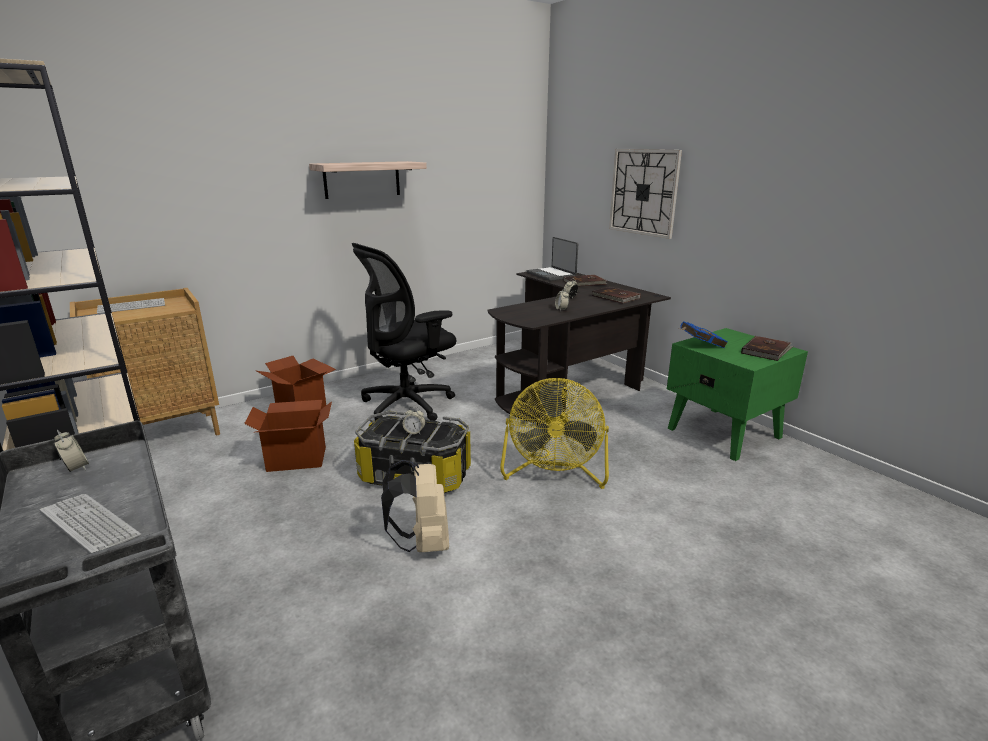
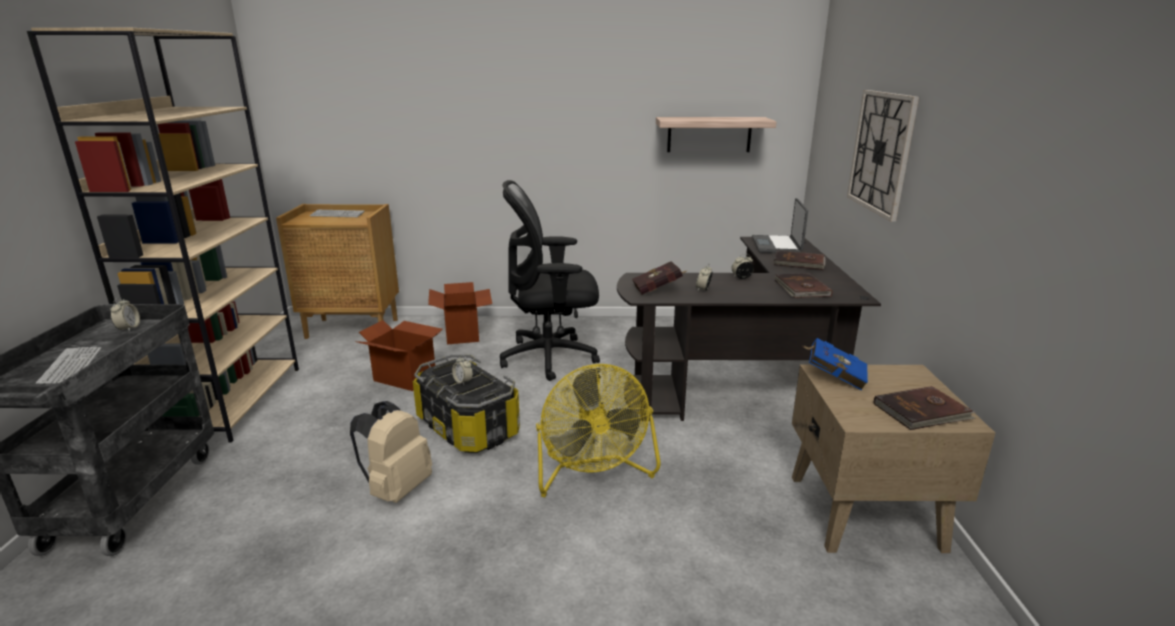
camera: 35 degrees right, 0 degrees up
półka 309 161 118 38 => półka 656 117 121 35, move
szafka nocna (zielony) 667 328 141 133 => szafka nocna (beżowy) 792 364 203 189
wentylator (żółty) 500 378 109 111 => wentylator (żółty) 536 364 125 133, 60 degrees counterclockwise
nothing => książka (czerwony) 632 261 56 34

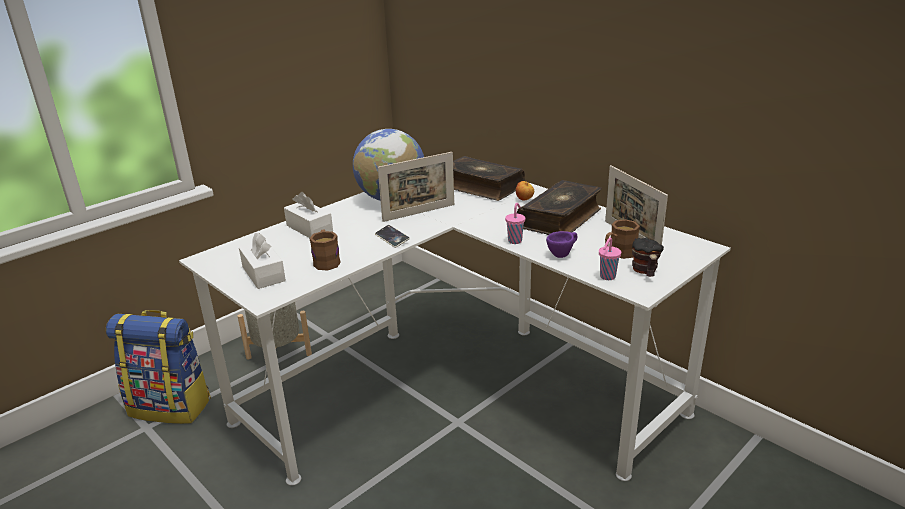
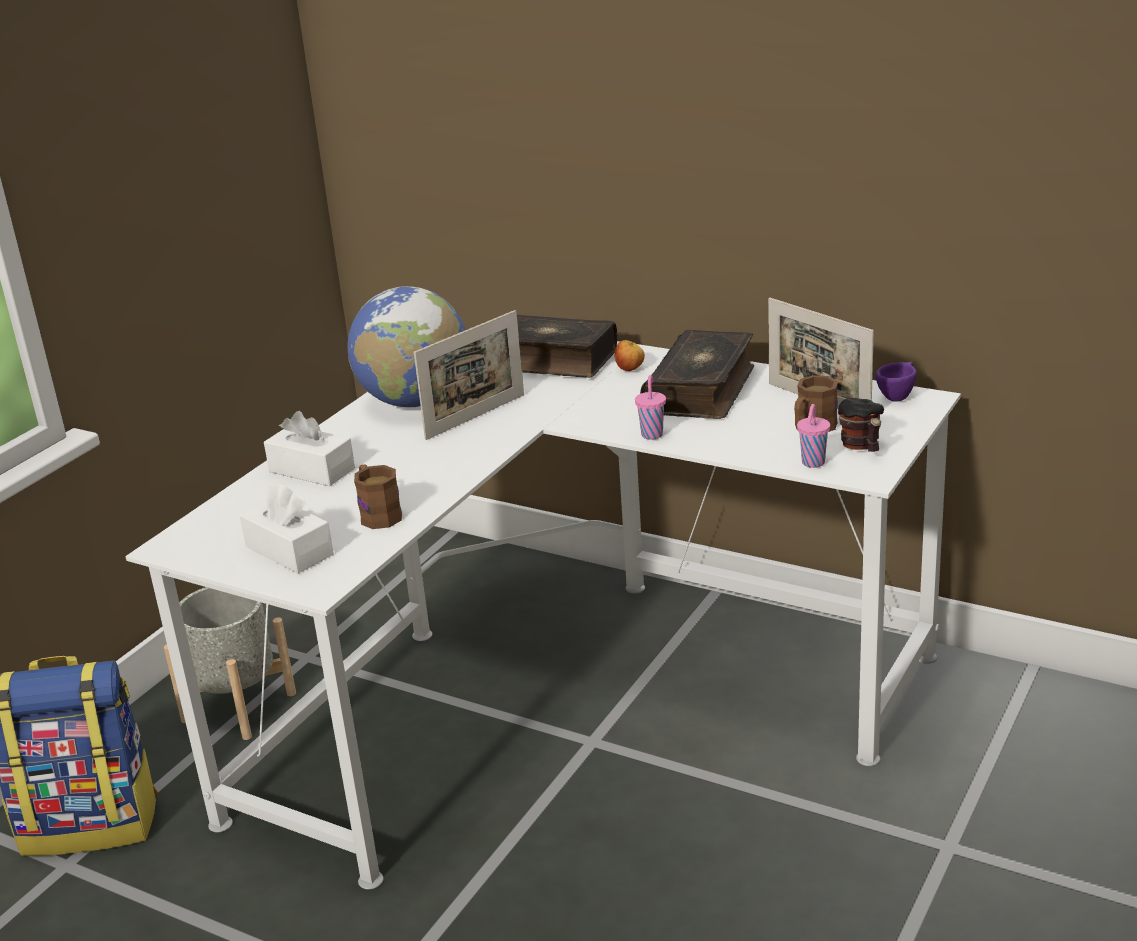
camera: 15 degrees left, 0 degrees up
telefon 375 225 35 23 => nothing
filiżanka (fioletowy) 546 231 31 27 => filiżanka (fioletowy) 876 362 40 40, move

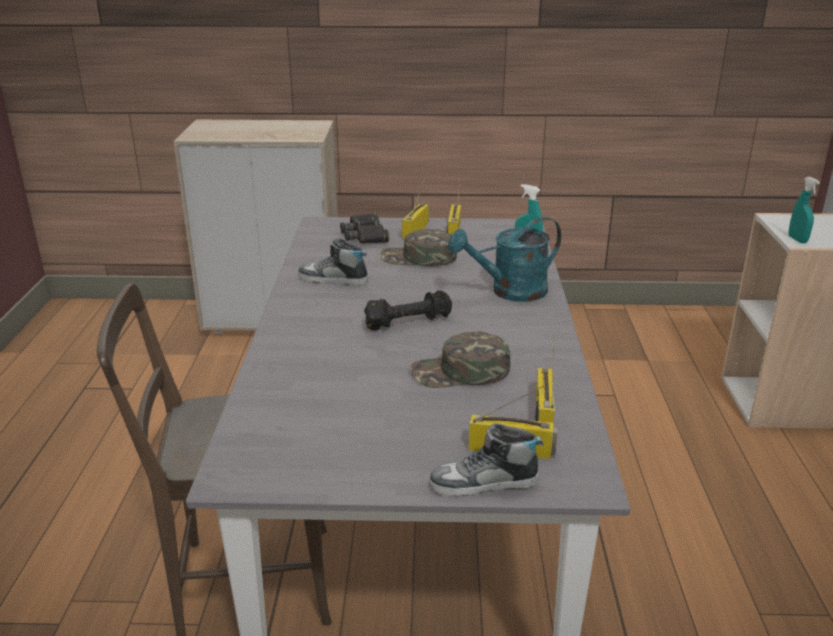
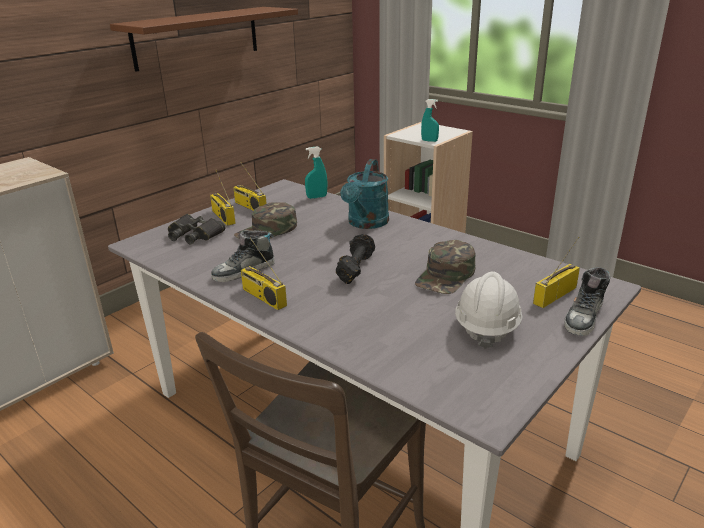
camera: 50 degrees left, 0 degrees up
radio 535 334 20 89 => radio 241 237 46 73, move
nothing => półka (brązowy) 110 7 188 65
nothing => kask (biały) 455 271 68 78

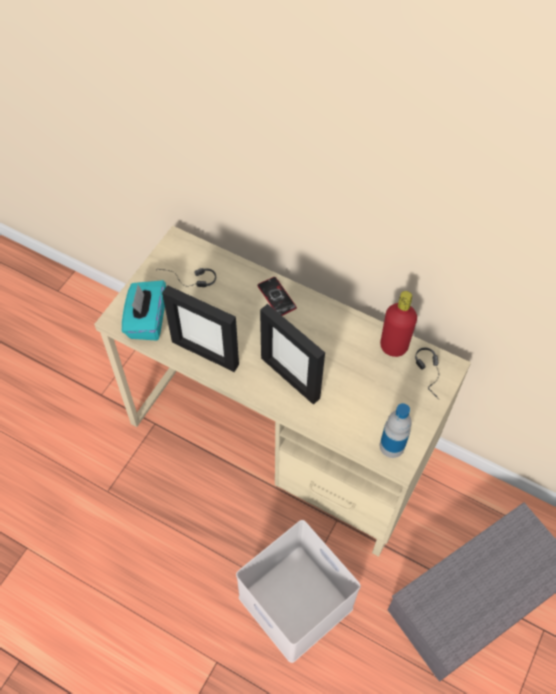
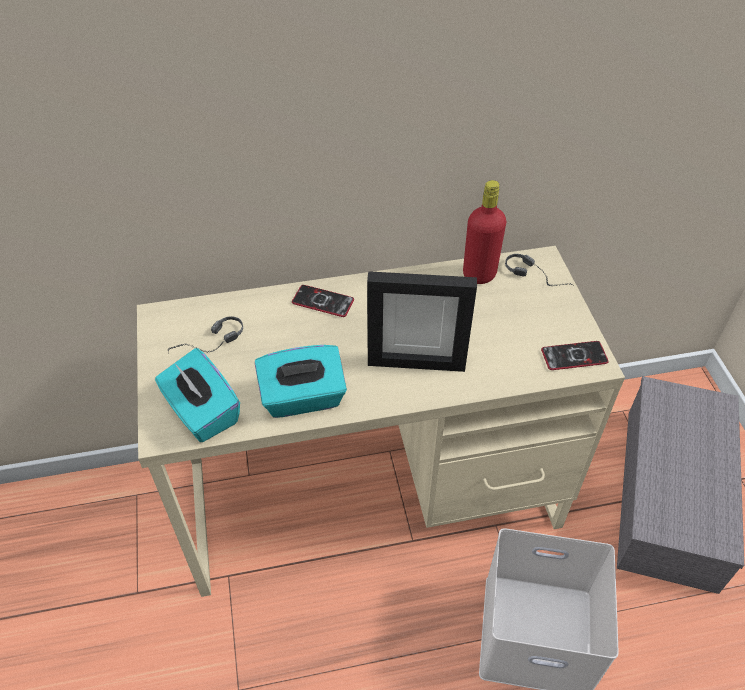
camera: 40 degrees left, 10 degrees down
ramka na zdjęcie 162 285 77 87 => pudełko chusteczek (turkusowy) 255 345 92 73
butelka 380 403 32 55 => telefon 541 341 68 29

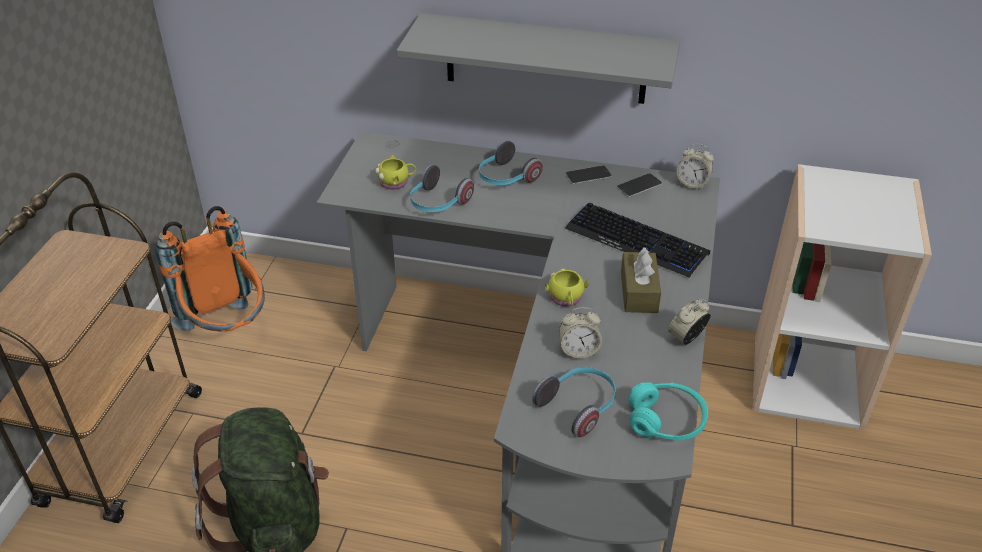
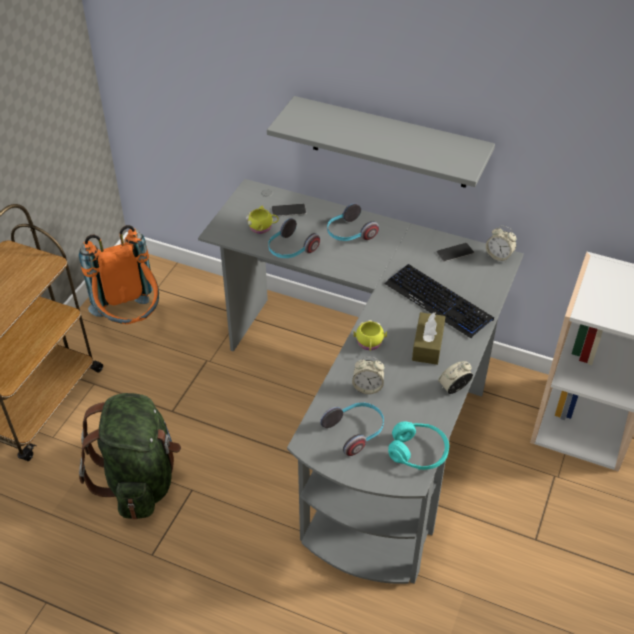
camera: 10 degrees right, 5 degrees up
telefon 565 165 47 19 => telefon 271 204 36 13, move

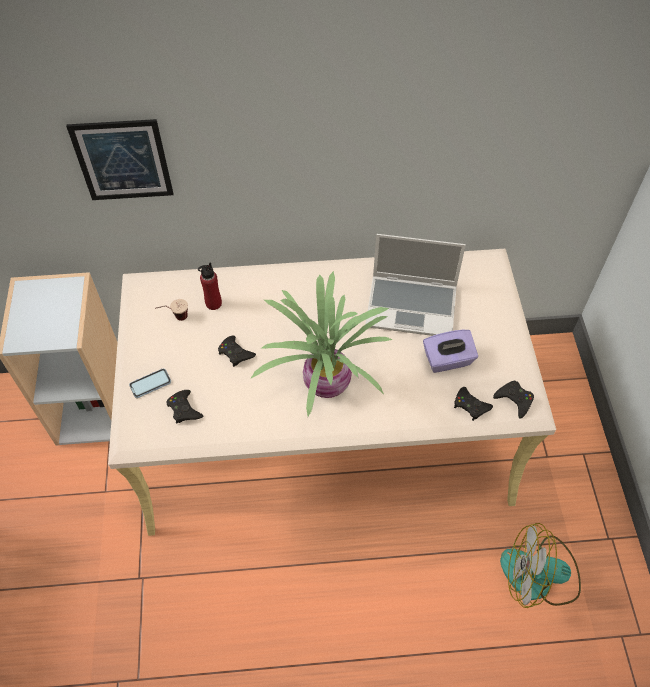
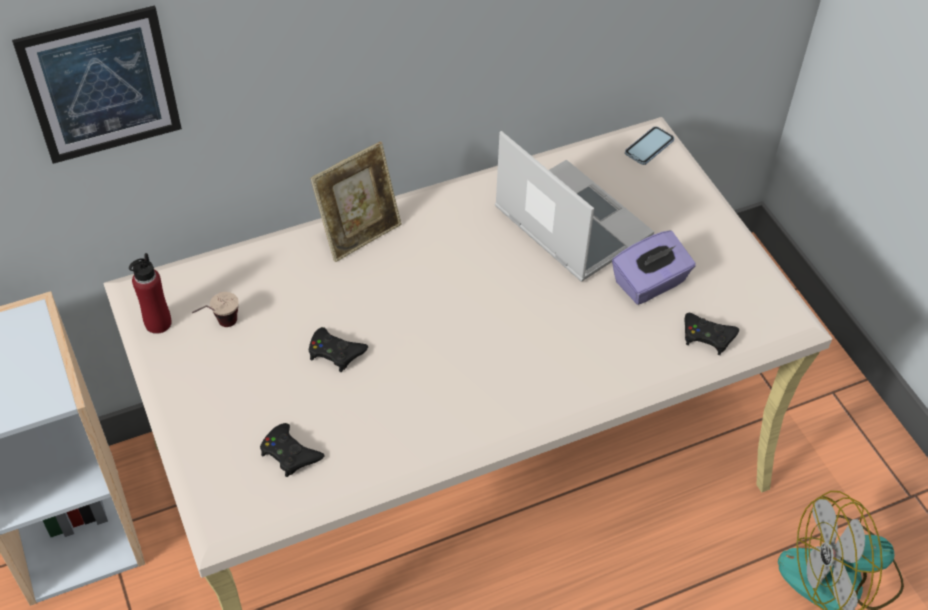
camera: 20 degrees left, 5 degrees down
laptop 365 234 101 102 => laptop 495 131 159 151, 120 degrees counterclockwise
butelka (czerwony) 198 262 24 48 => butelka (czerwony) 129 253 43 81, move
roślina doniczkowa 251 271 141 146 => nothing
telefon 129 369 42 29 => telefon 625 126 49 39, move
pad do gier (czarny) 493 381 41 38 => nothing
nothing => ramka na zdjęcie 310 141 92 121

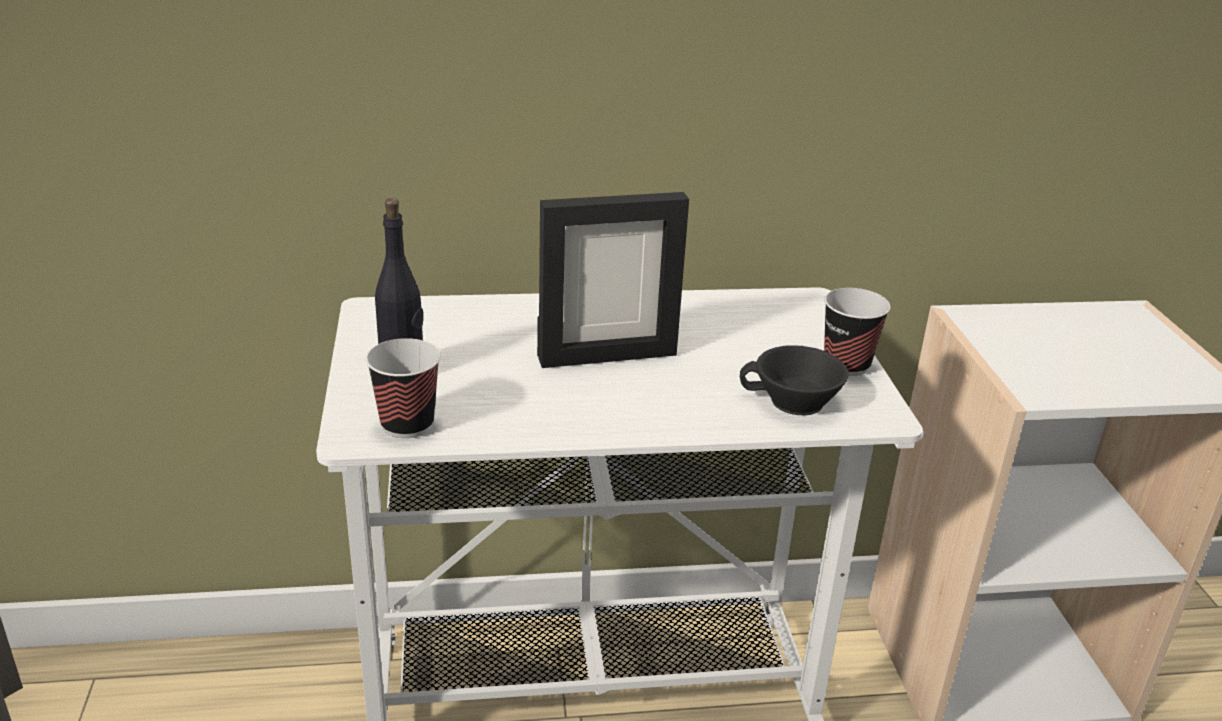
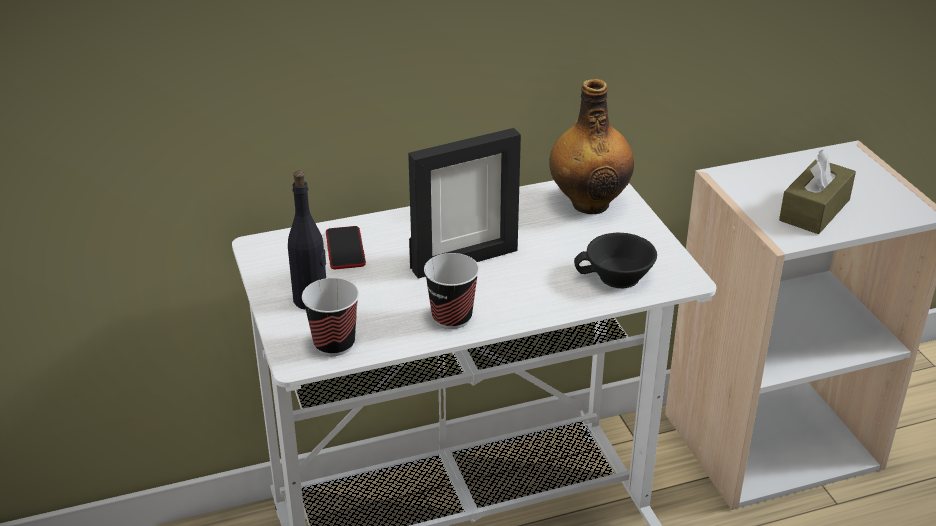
camera: 10 degrees left, 5 degrees up
filiżanka 824 288 67 88 => filiżanka 424 253 55 76, move
nothing => butelka 549 79 85 135
nothing => pudełko chusteczek (brązowy) 779 149 77 85
nothing => telefon 326 226 40 43

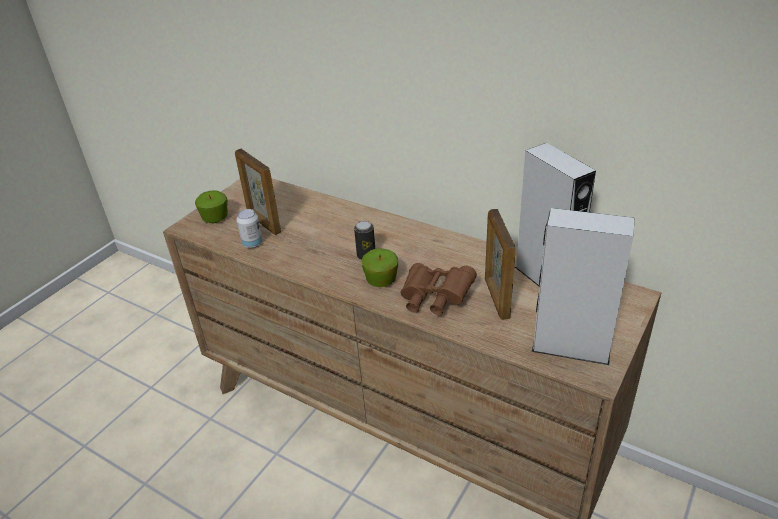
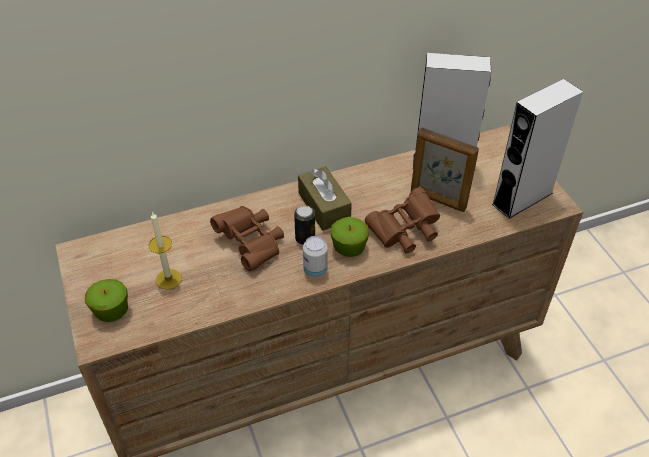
camera: 55 degrees left, 10 degrees up
ramka na zdjęcie 235 149 46 86 => świeca 149 211 33 79
puszka 236 209 27 39 => puszka 303 236 25 42, move
nothing => pudełko chusteczek (brązowy) 298 166 54 65
nothing => lornetka (brązowy) 210 206 74 65

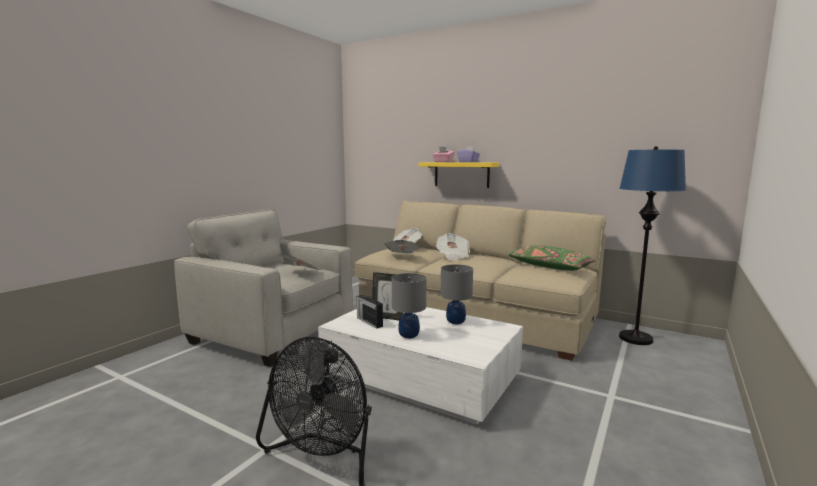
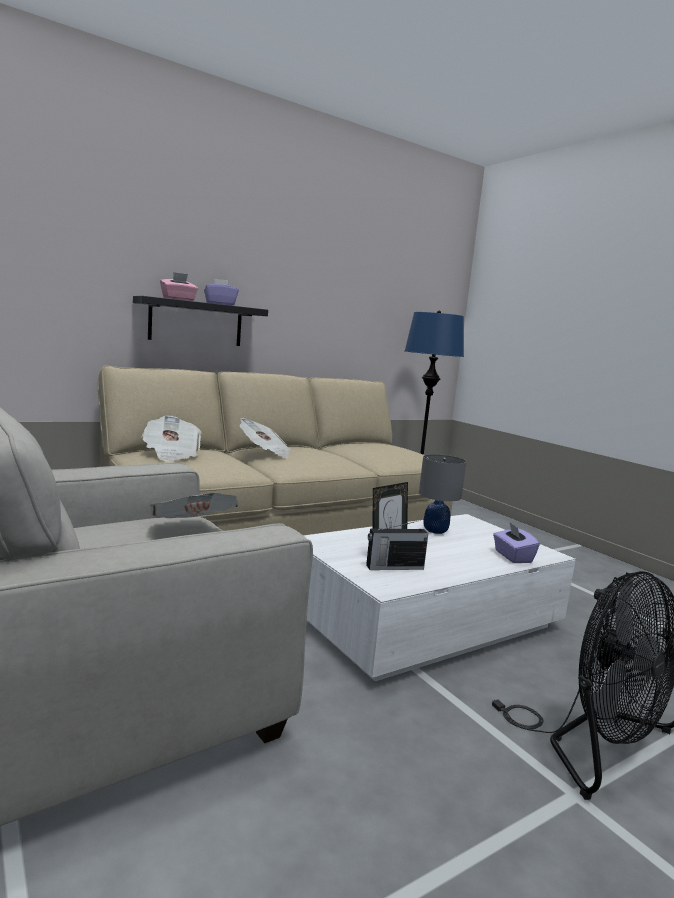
camera: 65 degrees left, 0 degrees up
półka (żółty) 418 162 81 26 => półka (czarny) 133 296 135 50
gazeta 384 240 36 13 => nothing
poduszka (zielony) 508 245 88 26 => nothing
lampa stołowa (szary) 392 273 34 66 => nothing
nothing => pudełko chusteczek (fioletowy) 493 523 47 40

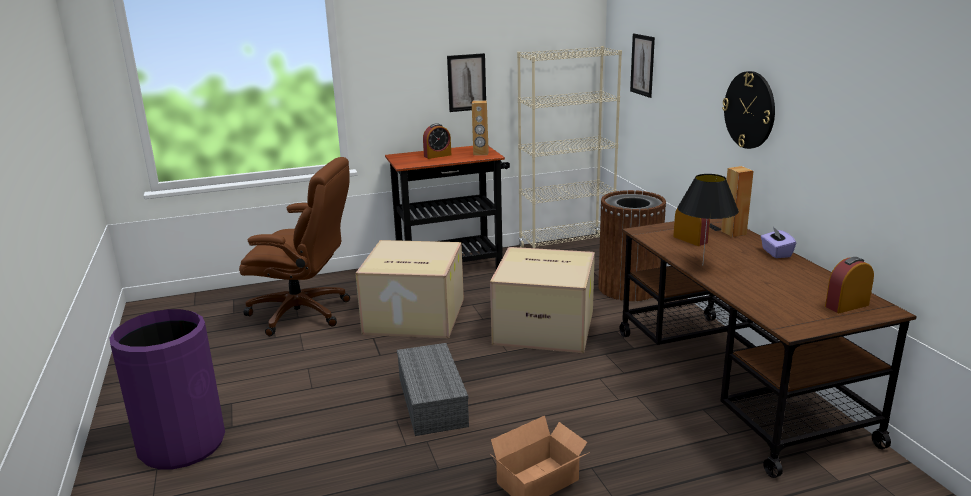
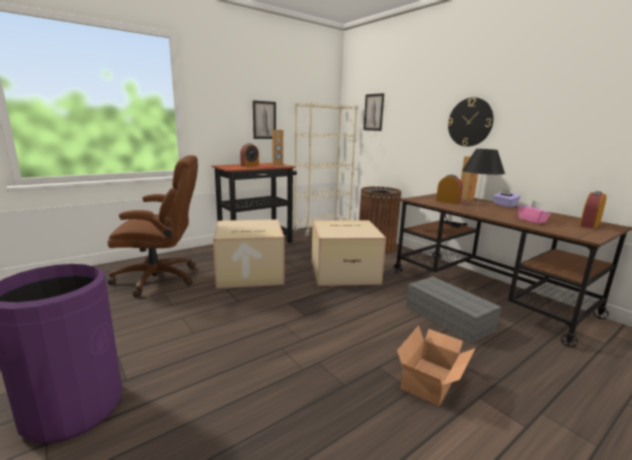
camera: 20 degrees left, 5 degrees down
pojemnik do przechowywania (szary) 397 343 72 93 => pojemnik do przechowywania (szary) 406 277 95 67, move
nothing => pudełko chusteczek (różowy) 518 200 33 24

